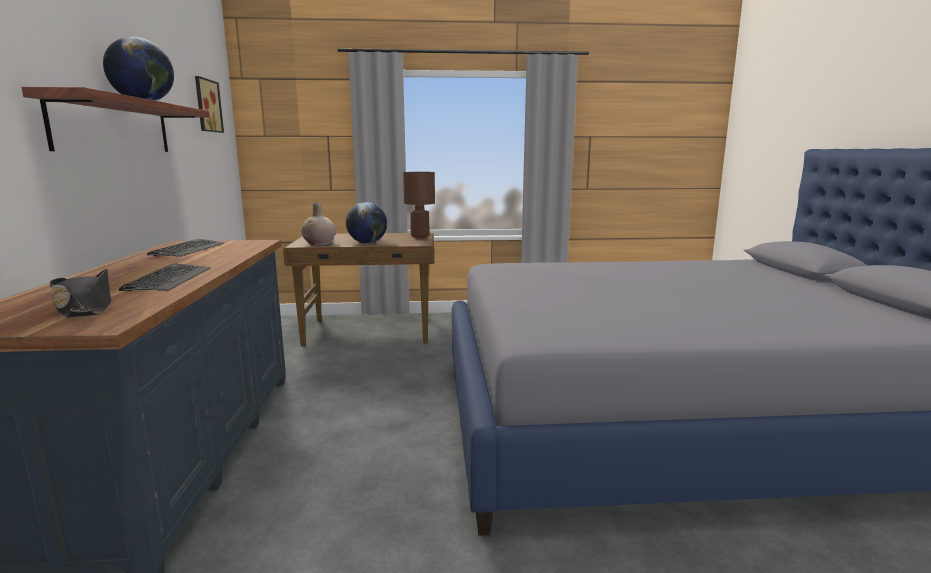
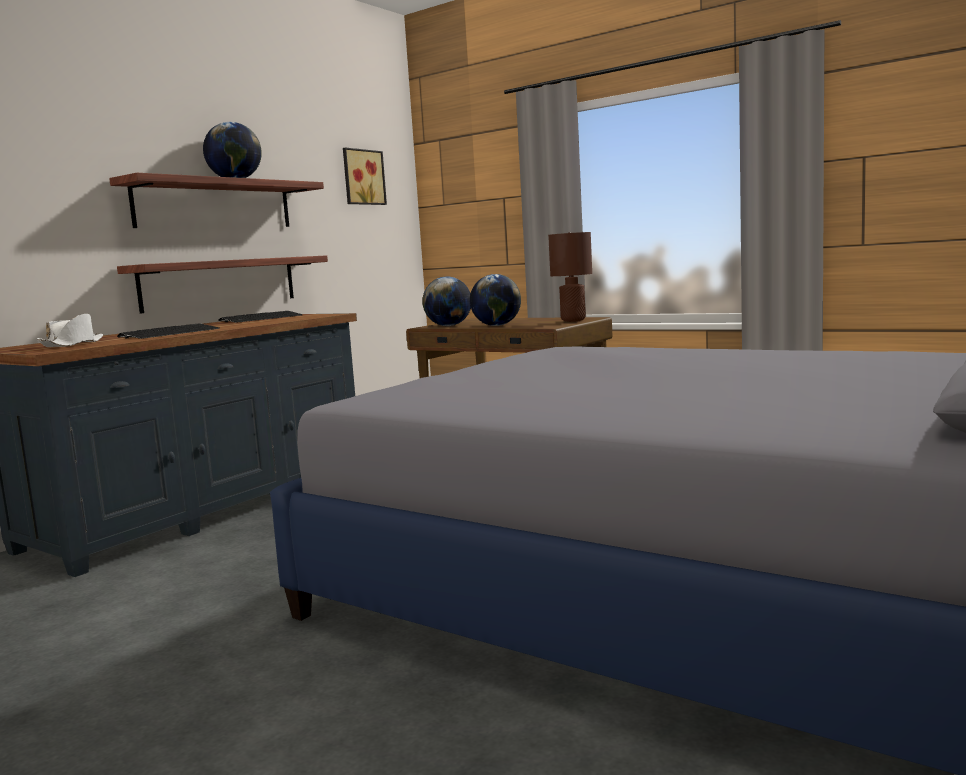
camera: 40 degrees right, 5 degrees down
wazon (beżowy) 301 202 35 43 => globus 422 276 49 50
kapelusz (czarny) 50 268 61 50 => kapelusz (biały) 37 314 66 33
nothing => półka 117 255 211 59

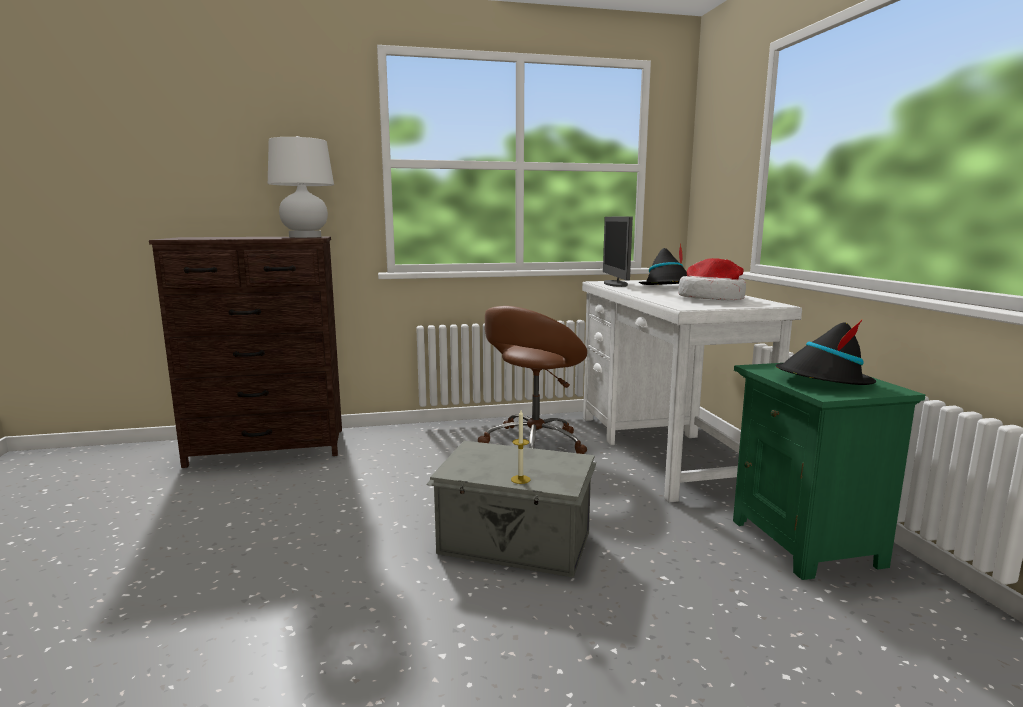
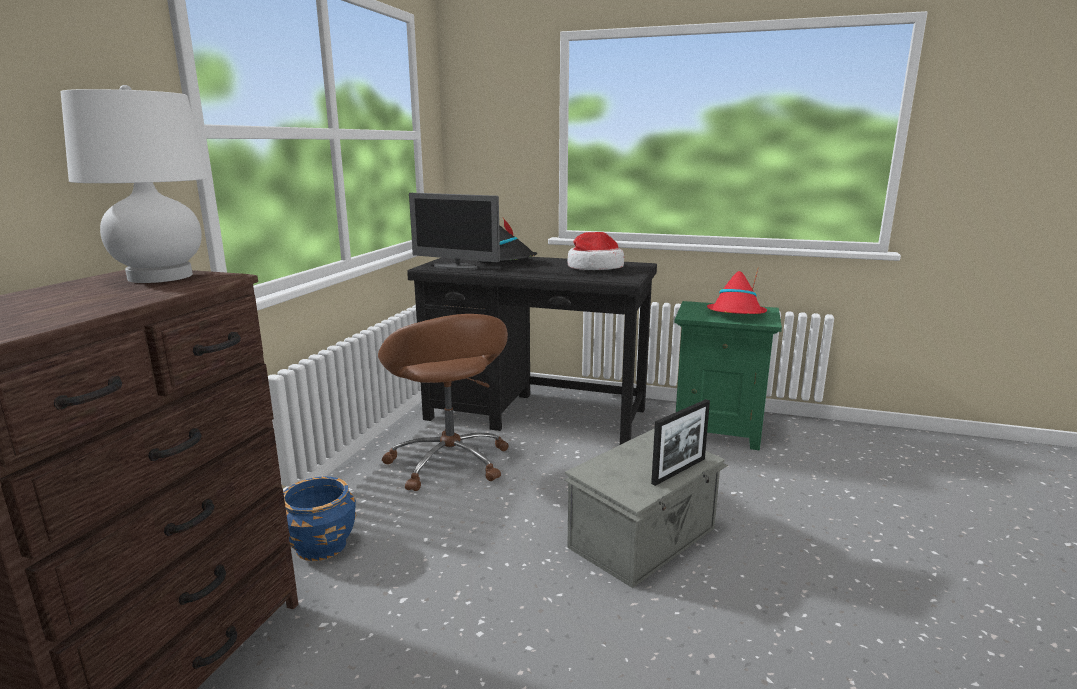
camera: 60 degrees left, 5 degrees up
biurko (biały) 582 280 220 223 => biurko (czarny) 407 257 250 188
kapelusz (czarny) 775 319 101 66 => kapelusz (czerwony) 707 269 60 45
świeca 511 410 20 74 => ramka na zdjęcie 651 399 59 87
nothing => donica (niebieski) 283 477 73 84

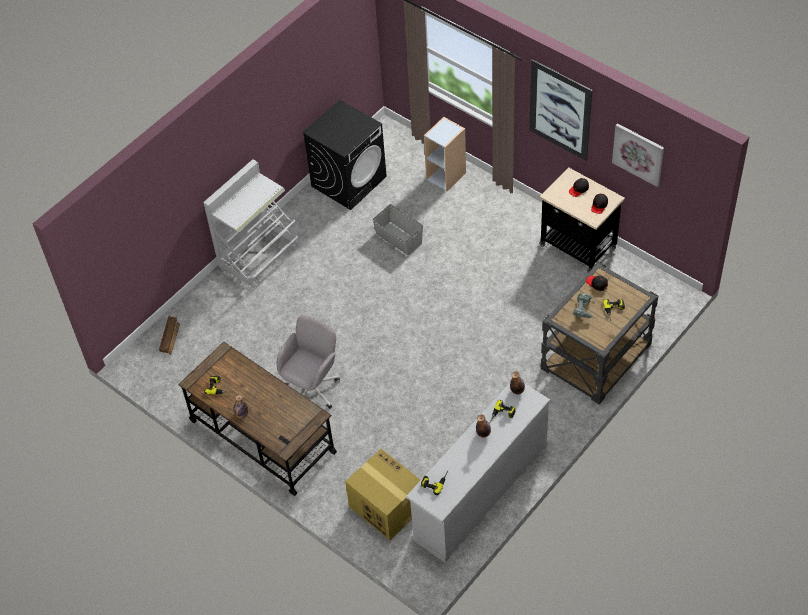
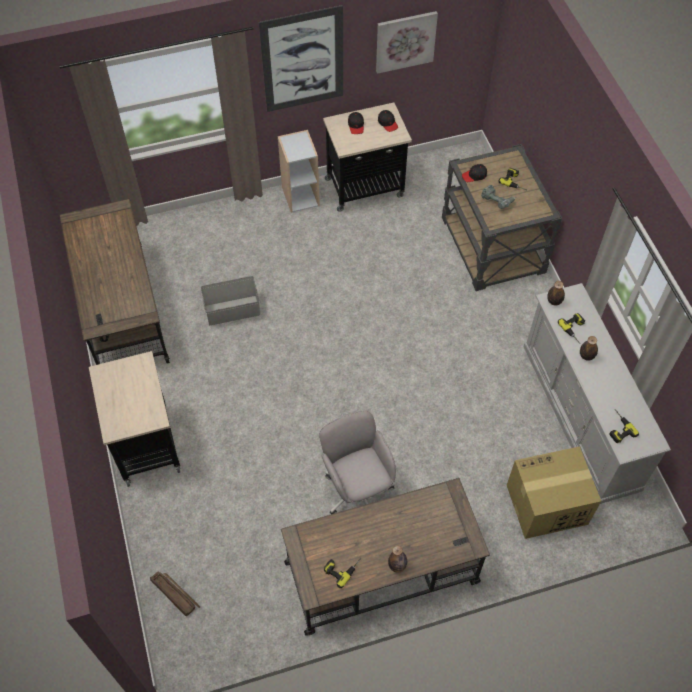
camera: 60 degrees left, 5 degrees up
pralka (czarny) 302 100 85 110 => biurko (brązowy) 59 199 111 166
regał 424 117 42 74 => regał 278 130 42 83, move
regał na buty (biały) 203 160 95 128 => wózek (czarny) 89 351 91 136

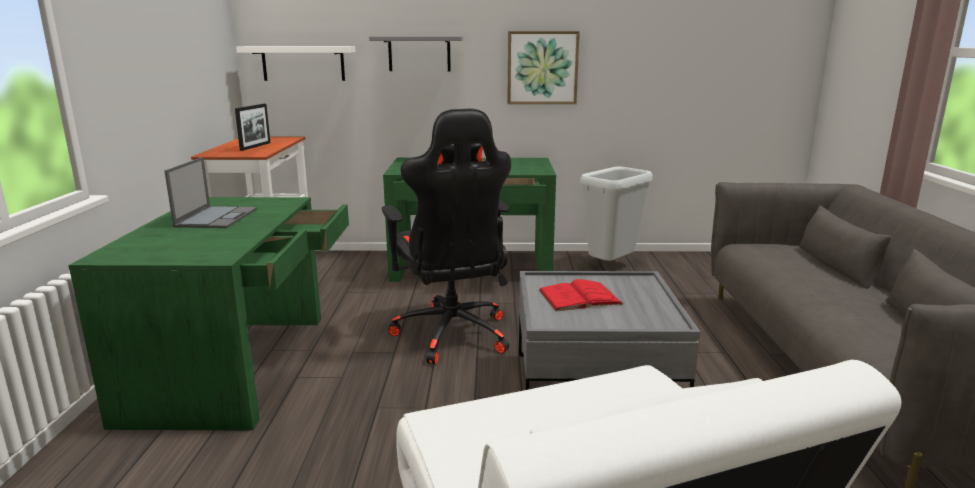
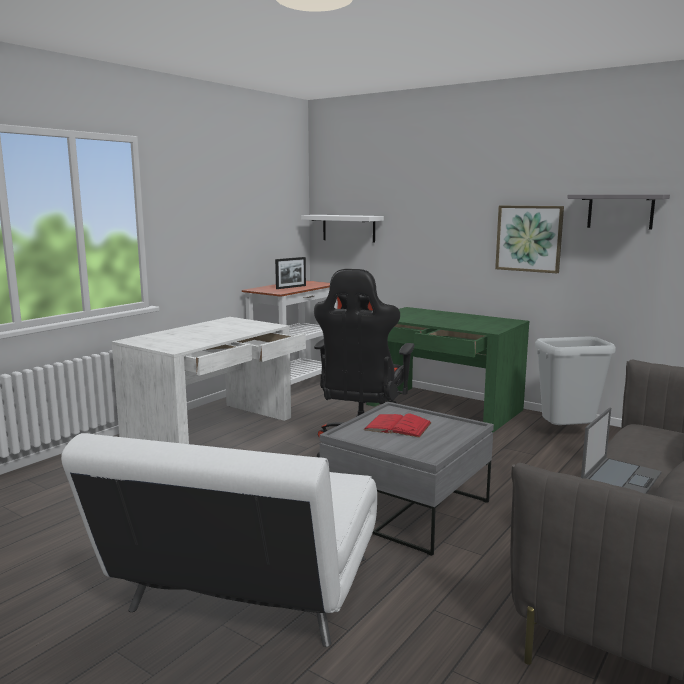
camera: 35 degrees right, 5 degrees down
półka (szary) 369 36 94 35 => półka (szary) 567 194 103 35, move
laptop 164 157 93 71 => laptop 581 407 81 87, move
biurko (zielony) 68 197 281 234 => biurko (biały) 111 317 195 127

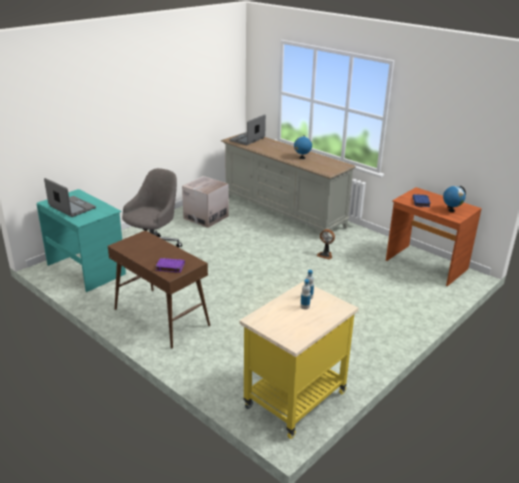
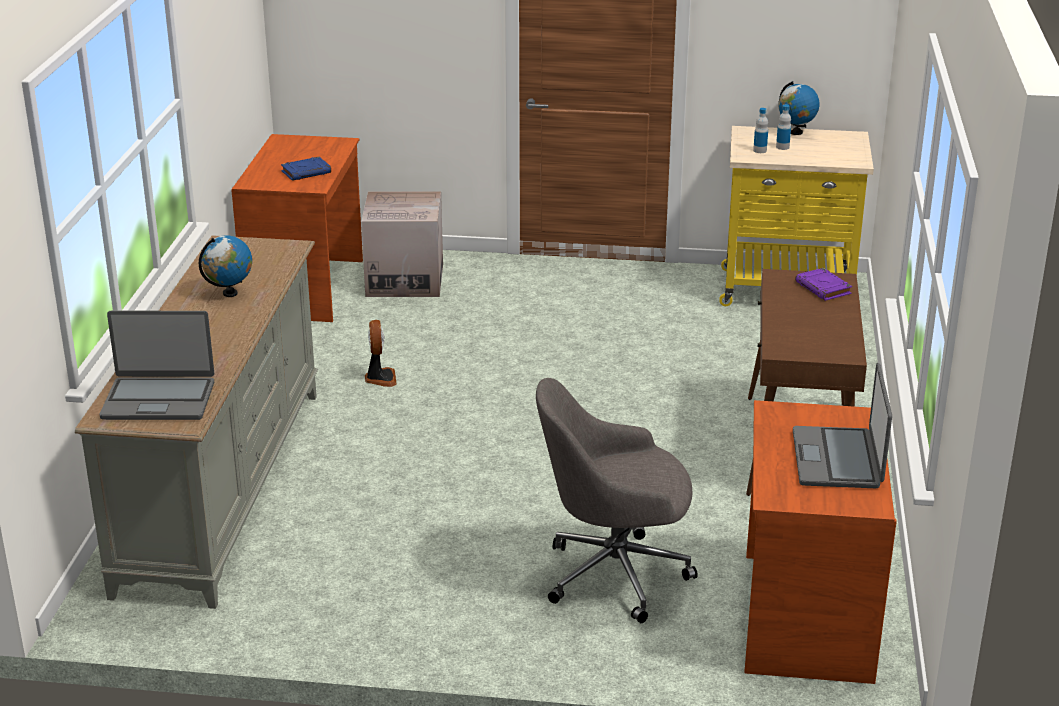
camera: 125 degrees left, 0 degrees up
karton 182 176 47 52 => karton 361 191 82 106, move
globus 443 186 23 26 => globus 778 81 41 54, move
biurko (turkusowy) 37 189 89 103 => biurko (brązowy) 744 400 153 284

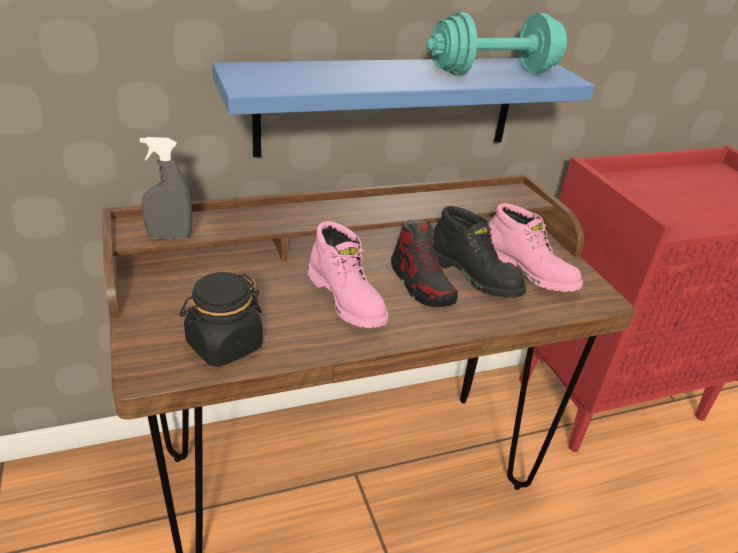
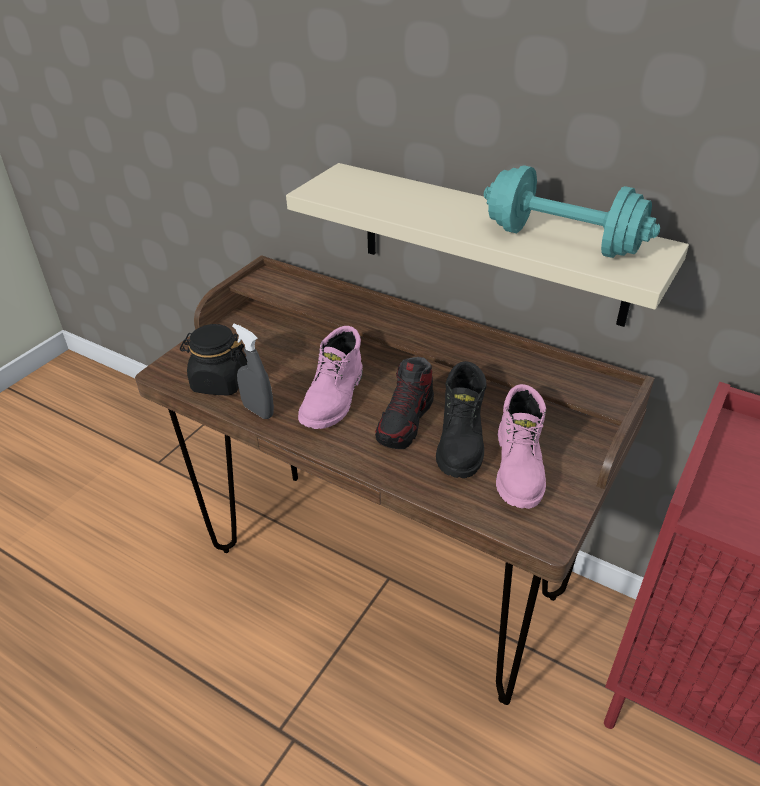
camera: 55 degrees right, 5 degrees up
półka (niebieski) 212 58 383 99 => półka (beżowy) 286 163 403 164
spryskiwacz (szary) 140 137 52 102 => spryskiwacz (szary) 232 323 42 96, move

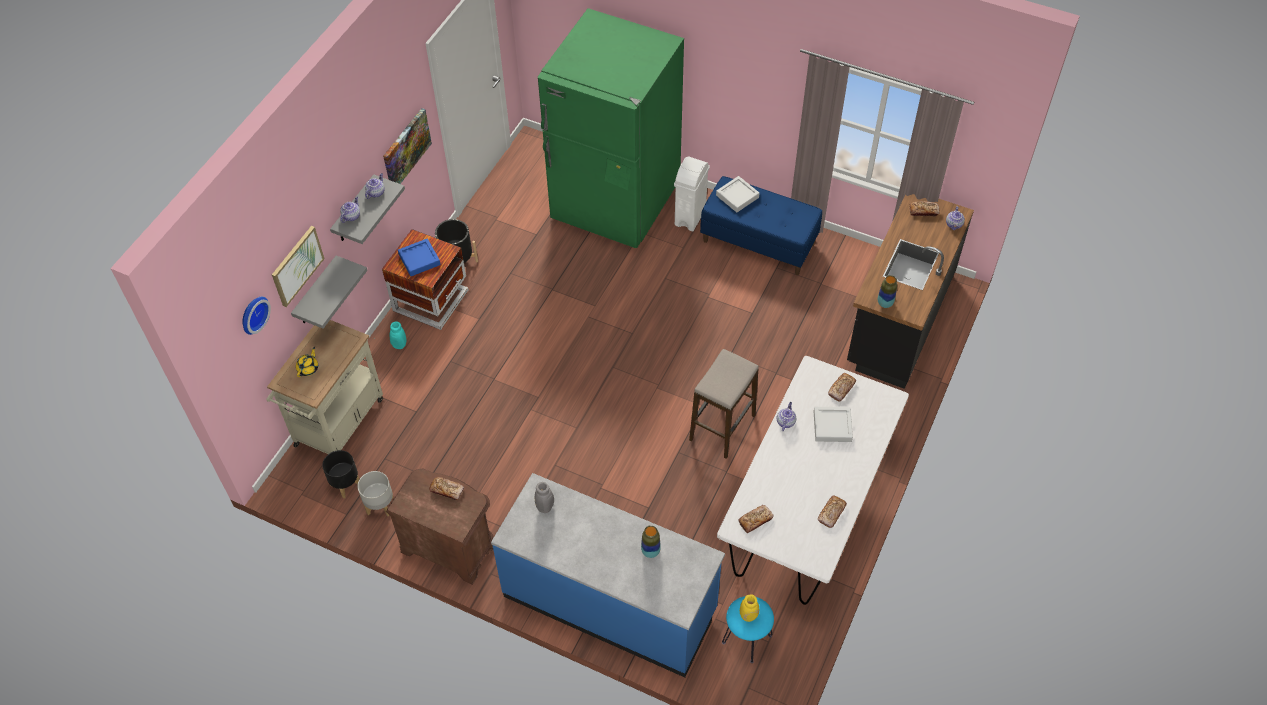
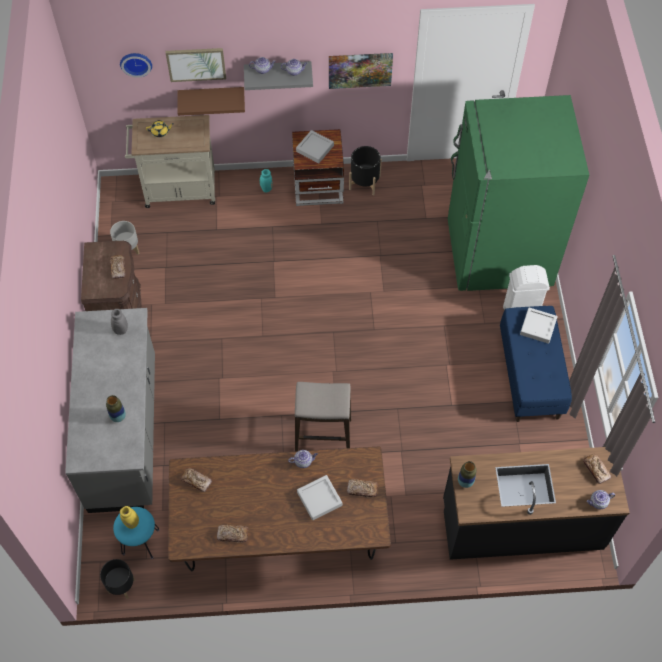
camera: 60 degrees right, 5 degrees up
taca (niebieski) 398 239 43 37 => taca (szary) 296 130 38 33
półka (szary) 291 255 77 74 => półka (brązowy) 177 87 68 29
stół jadalny (biały) 717 356 192 249 => stół jadalny (brązowy) 168 447 223 124
donica (czarny) 322 450 37 48 => donica (czarny) 100 559 35 40, move
zabudowa kuchenna (niebieski) 491 473 234 204 => zabudowa kuchenna (szary) 65 308 90 205

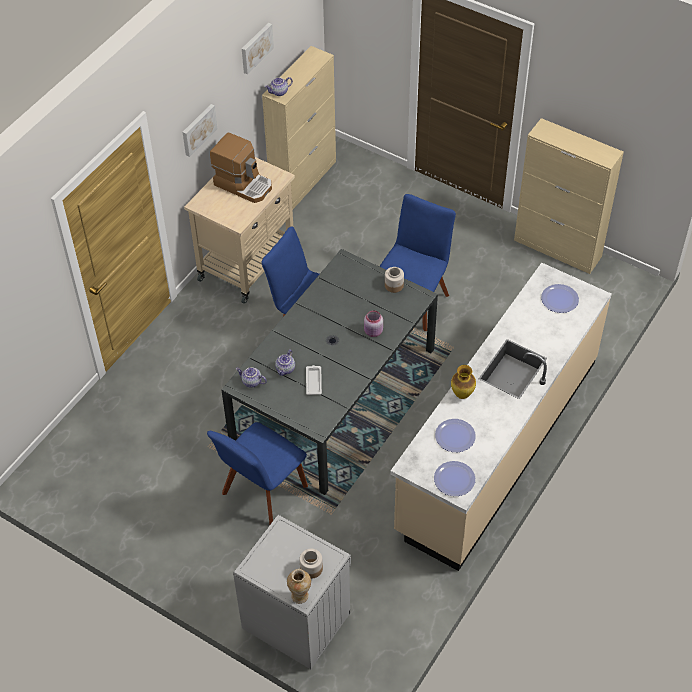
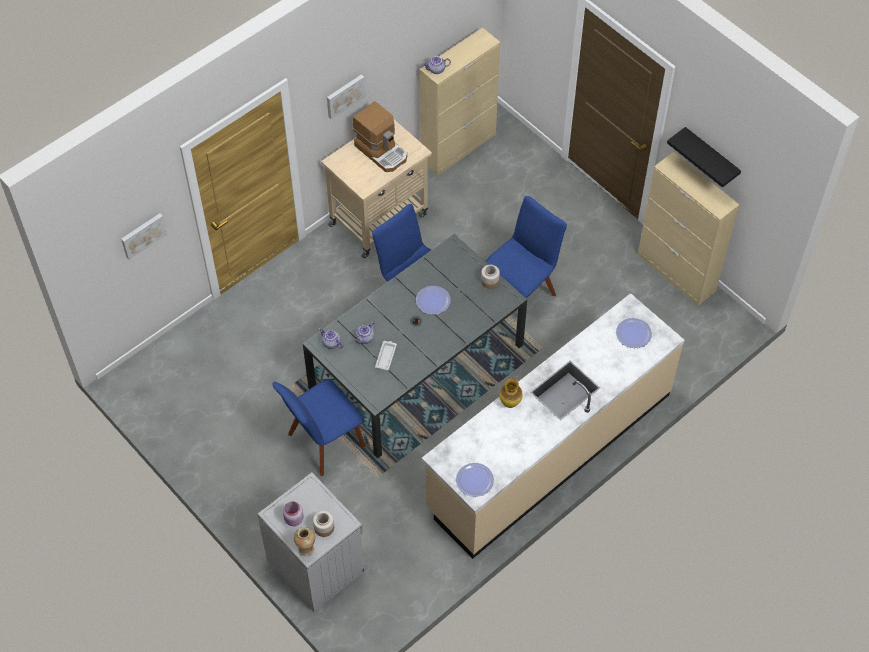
camera: 15 degrees right, 5 degrees up
obraz 242 23 32 52 => obraz 121 213 46 47, move
słoik (różowy) 364 310 19 27 => słoik (różowy) 283 501 21 25, move
talerz 435 419 41 33 => talerz 416 286 35 29, move
nothing => półka (czarny) 667 127 74 61

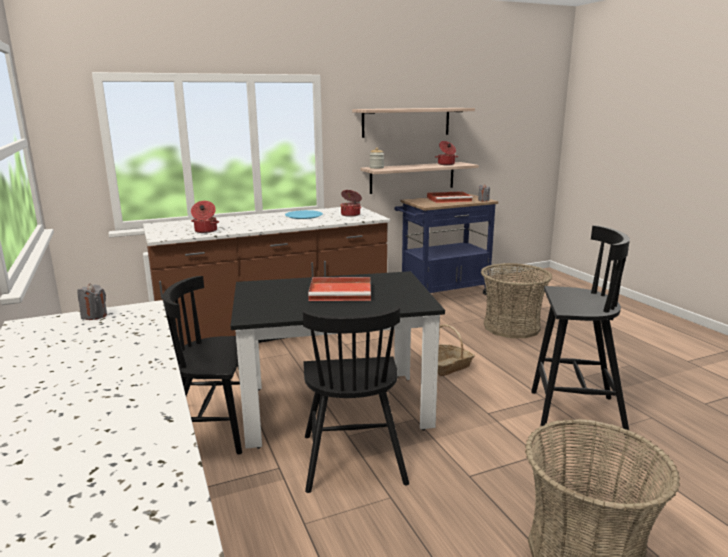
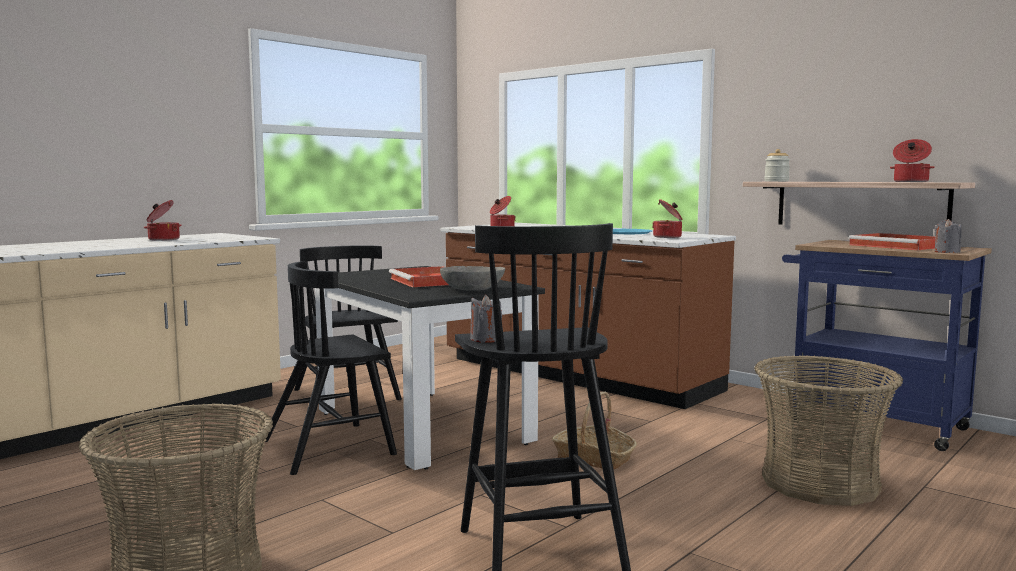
camera: 65 degrees right, 10 degrees down
półka 352 108 123 30 => nothing
świeca (szary) 77 283 30 37 => świeca (szary) 470 295 32 48, move
nothing => garnek 144 200 38 41
nothing => miska (szary) 440 266 65 25

